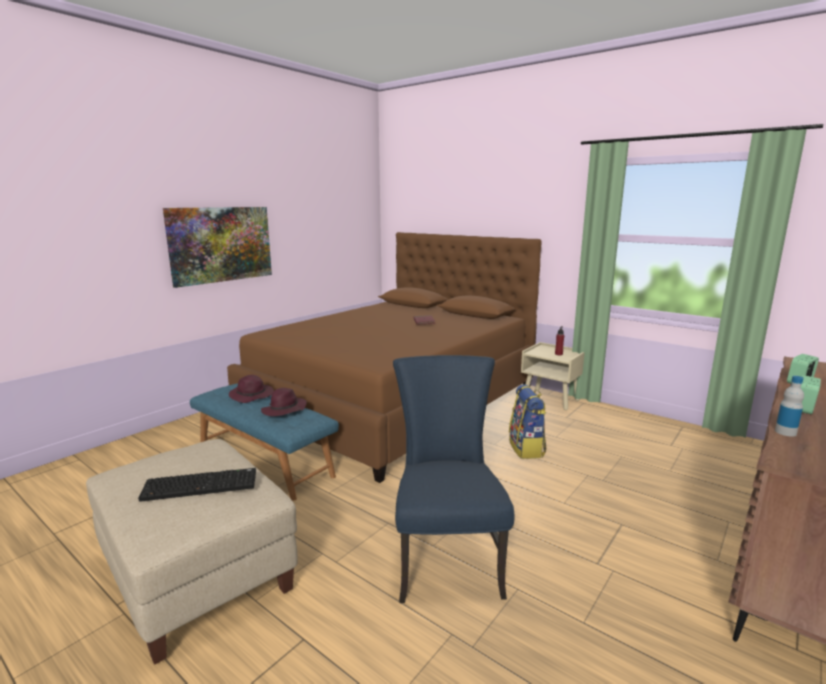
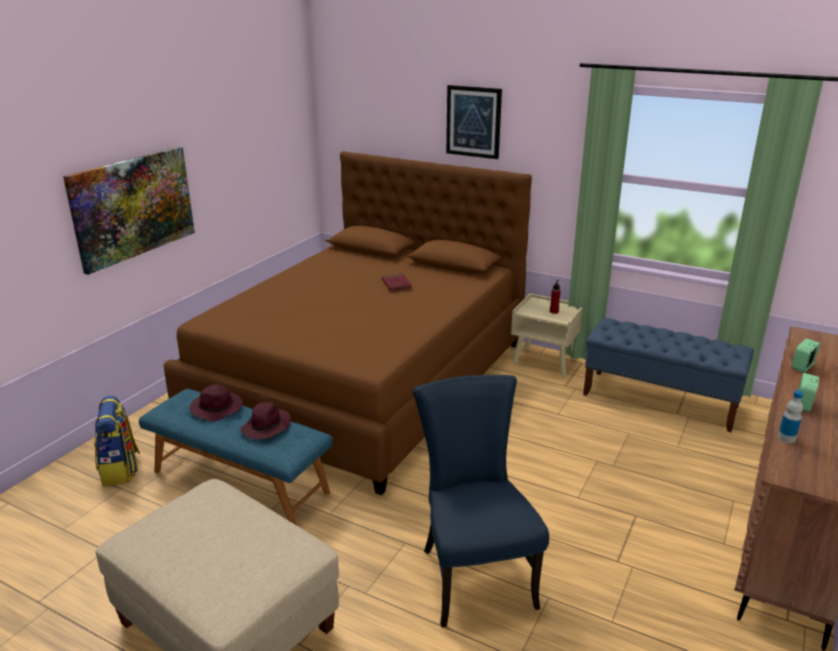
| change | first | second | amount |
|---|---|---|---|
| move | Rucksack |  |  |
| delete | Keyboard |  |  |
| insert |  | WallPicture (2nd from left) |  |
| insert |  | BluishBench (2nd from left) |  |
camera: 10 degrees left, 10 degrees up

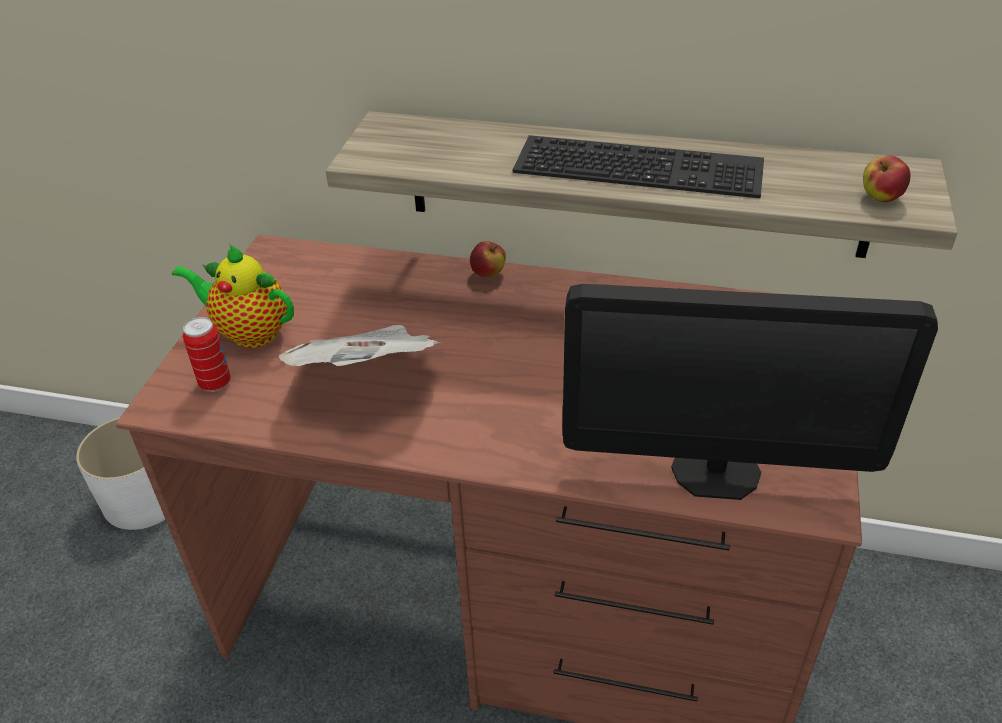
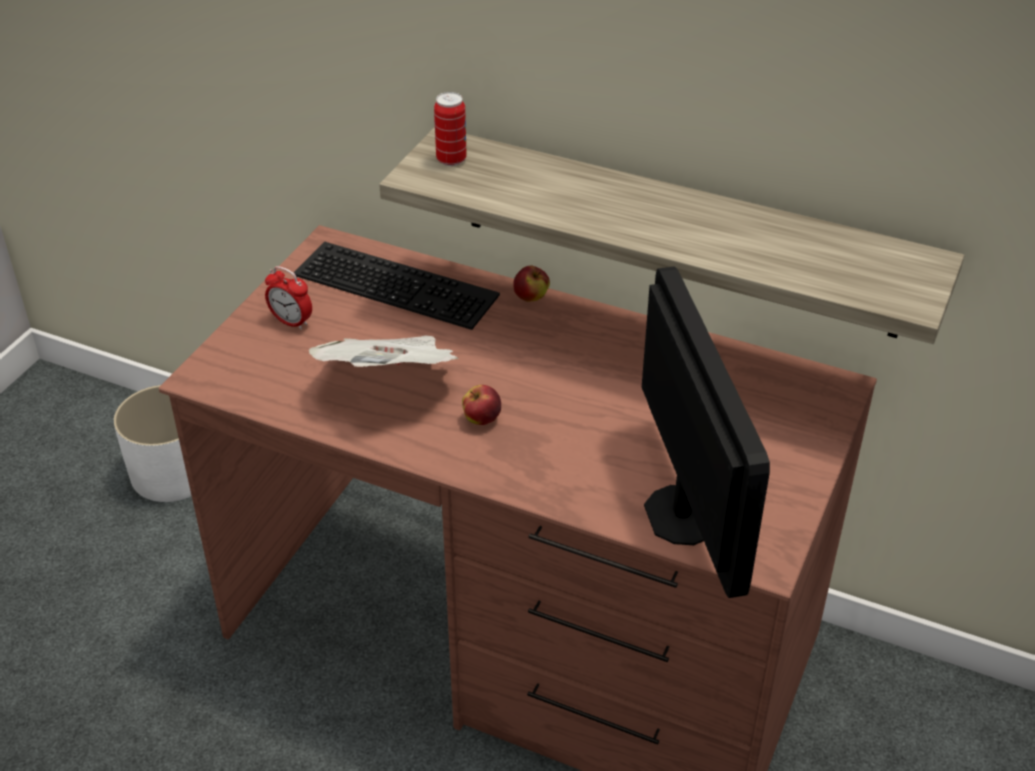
| change | first | second | amount |
|---|---|---|---|
| move | Keyboard |  |  |
| move | AppleFruit (2nd from left in the first image) | AppleFruit (1st from left) |  |
| replace | TeaPot | AlarmClock |  |
| rotate | ComputerScreen |  | 120 degrees counterclockwise |
| move | Can |  |  |
camera: 10 degrees right, 0 degrees up

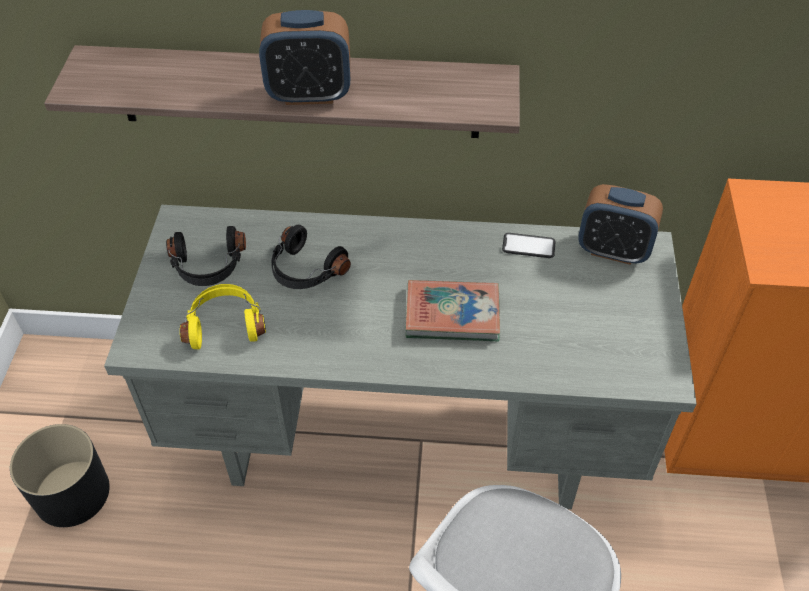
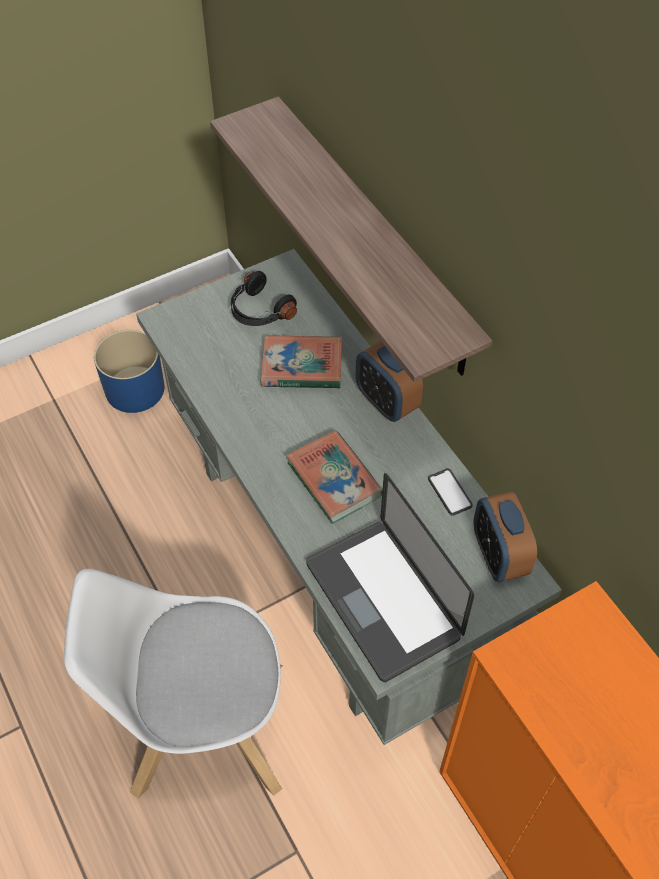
| change | first | second | amount |
|---|---|---|---|
| move | AlarmClock (1st from left) |  |  |
| replace | BlackishHeadset (2nd from left) | Volume (1st from left) |  |
| delete | YellowishHeadset |  |  |
| recolor | BlackishFlowerPot | BluishFlowerPot |  |
| insert |  | Laptop |  |
camera: 55 degrees right, 5 degrees up

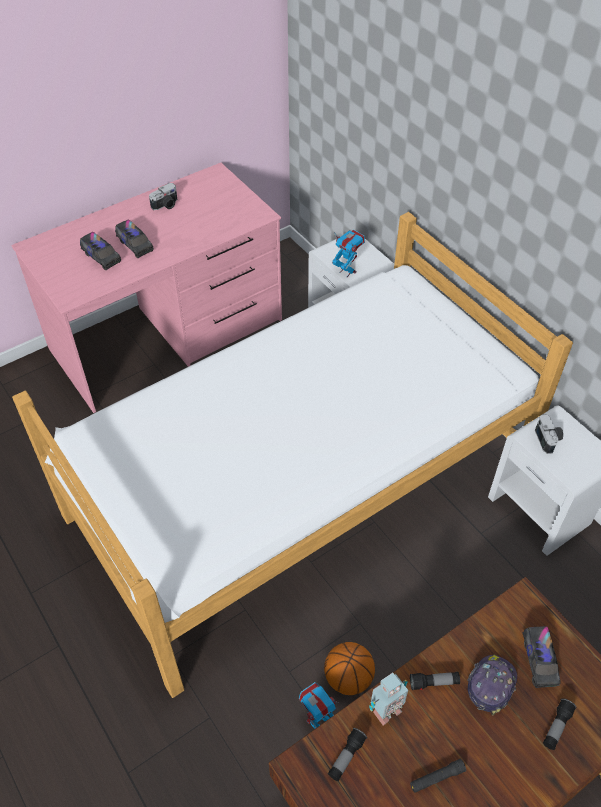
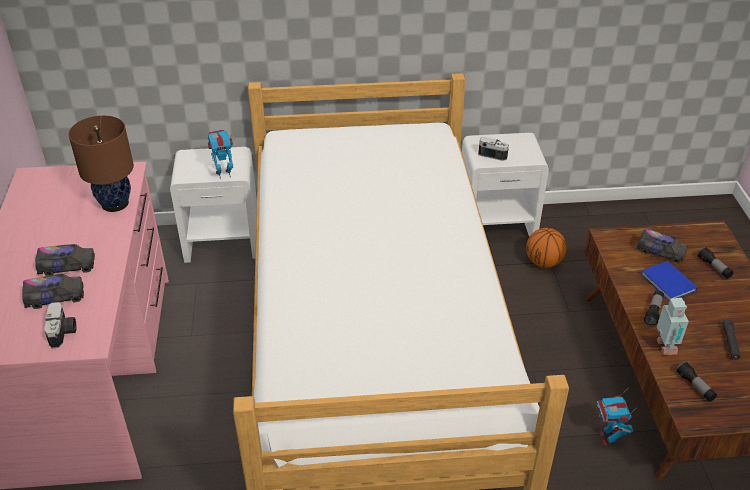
| change | first | second | amount |
|---|---|---|---|
| move | PhotoCamera (1st from left) |  |  |
| move | BallForBasketball |  |  |
| replace | Cap | BluishVolume |  |
| insert |  | BrownColouredLampForATable |  |
camera: 60 degrees left, 10 degrees down

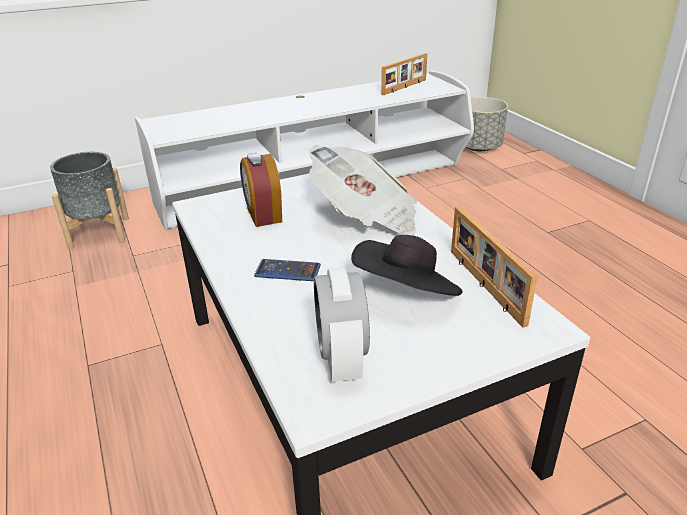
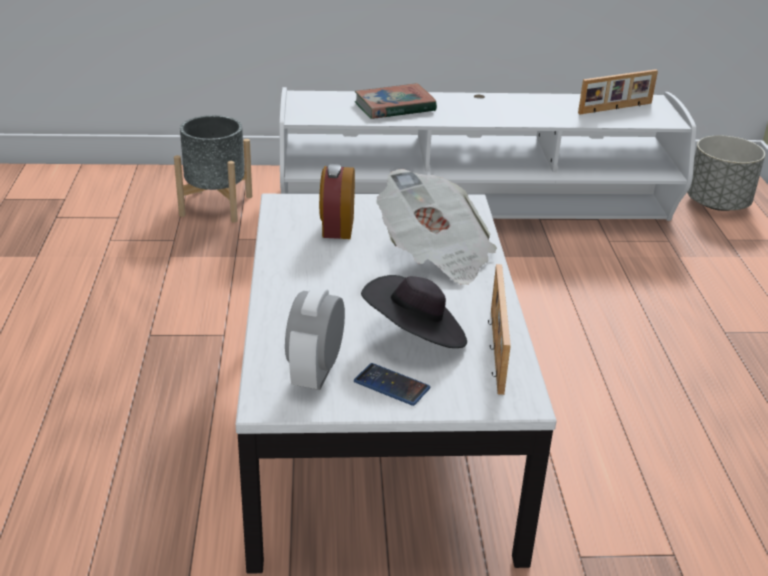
| change | first | second | amount |
|---|---|---|---|
| move | Phone |  |  |
| insert |  | Volume |  |
camera: 20 degrees right, 0 degrees up

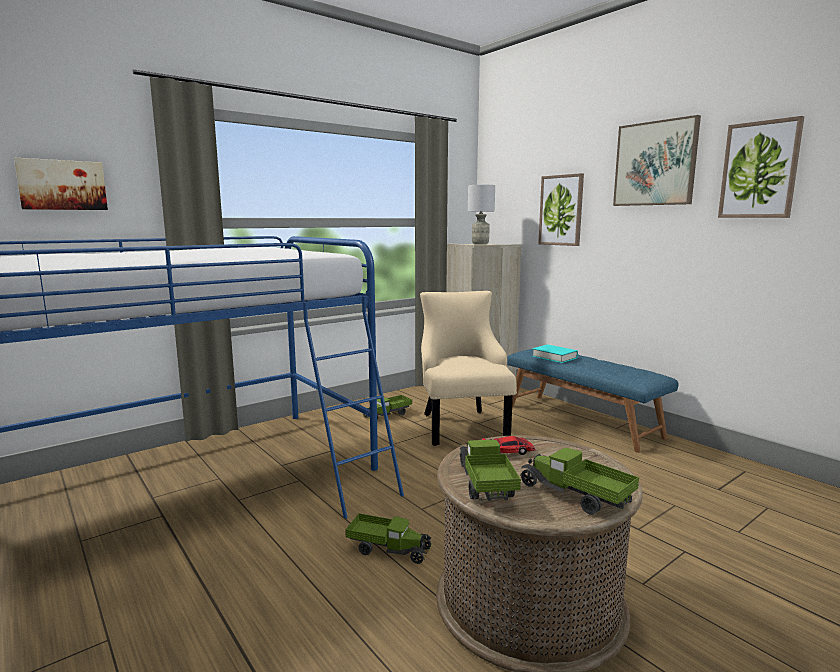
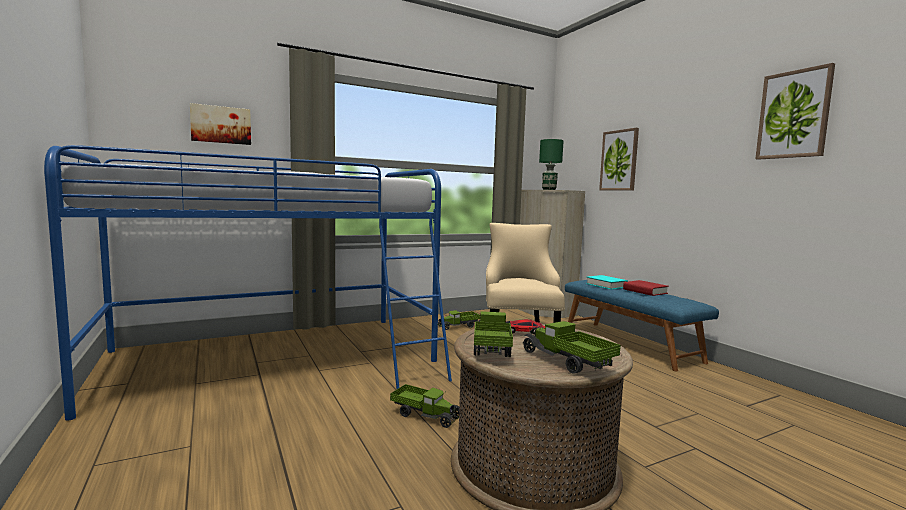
| change | first | second | amount |
|---|---|---|---|
| delete | WallPicture (3rd from left) |  |  |
| recolor | GrayLampForATable | GreenColouredLampForATable |  |
| insert |  | ReddishVolume |  |
camera: 10 degrees right, 5 degrees down

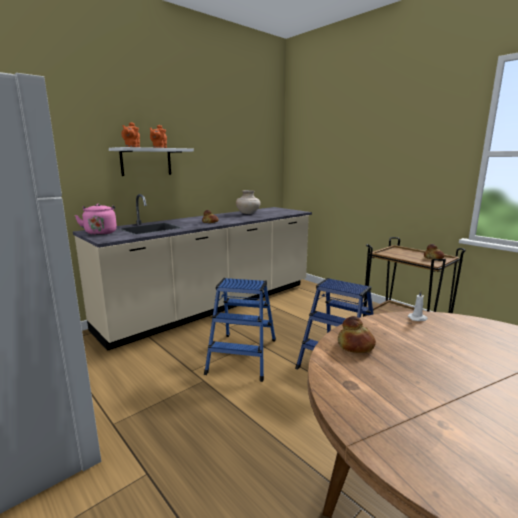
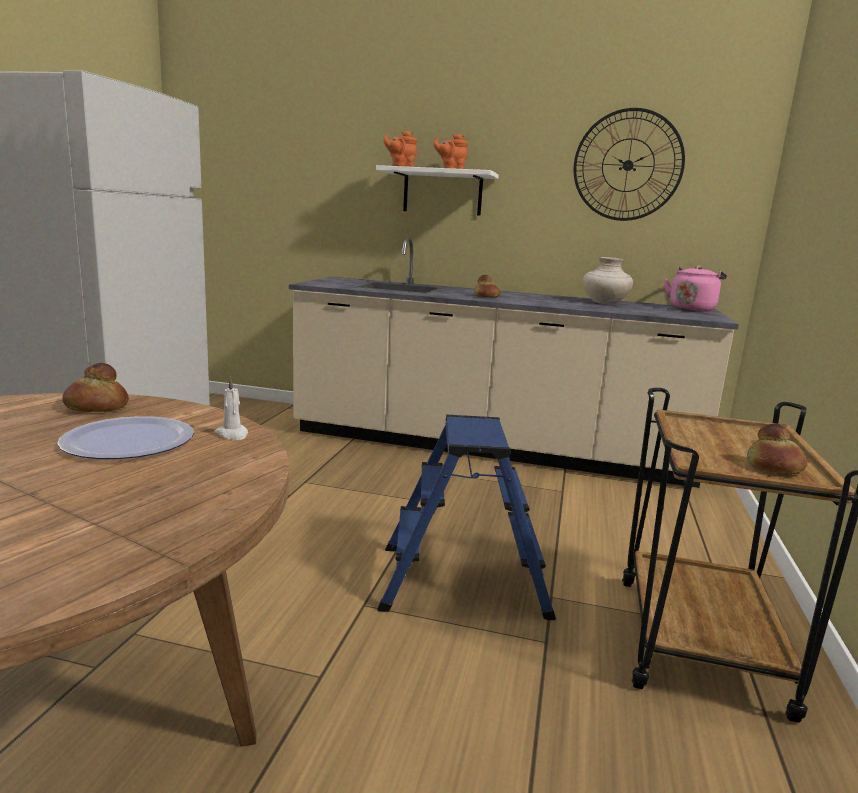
| change | first | second | amount |
|---|---|---|---|
| move | PinkWaterKettle |  |  |
| delete | BluishStepLadder (1st from left) |  |  |
| insert |  | HangingClock |  |
| insert |  | DinnerPlate |  |
camera: 55 degrees right, 0 degrees up

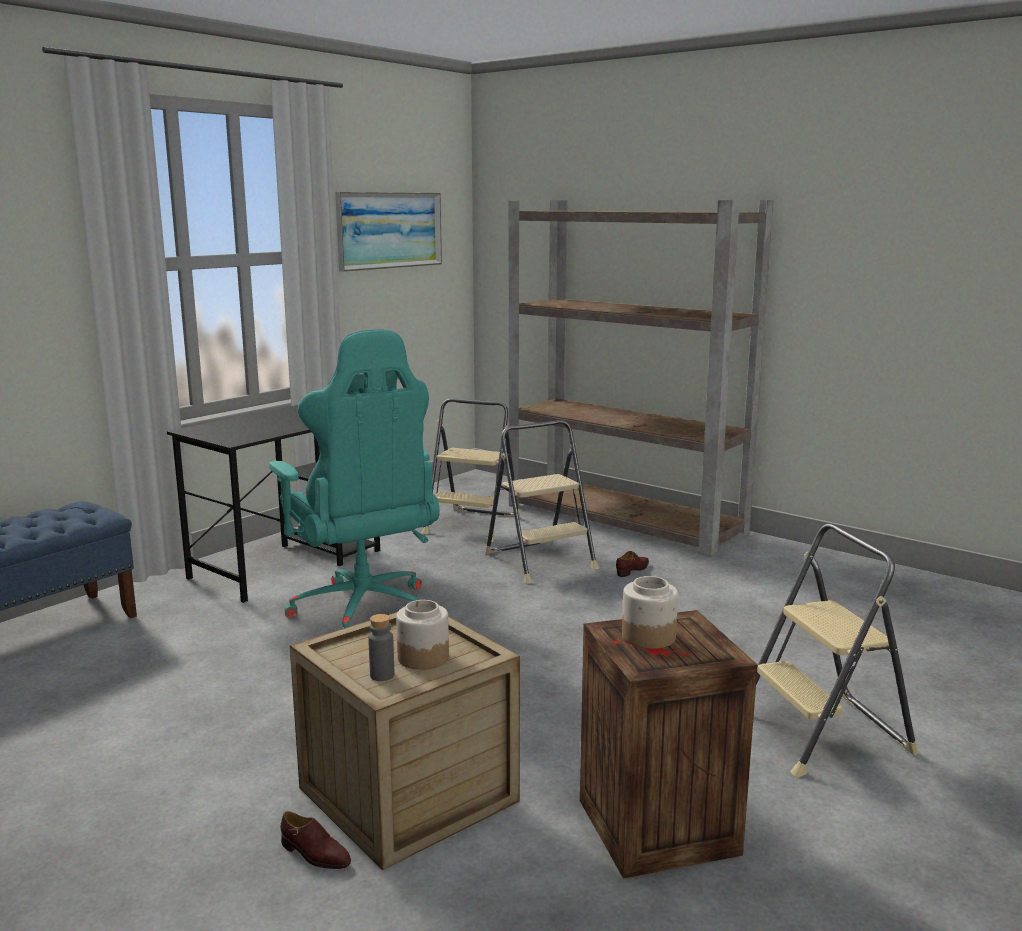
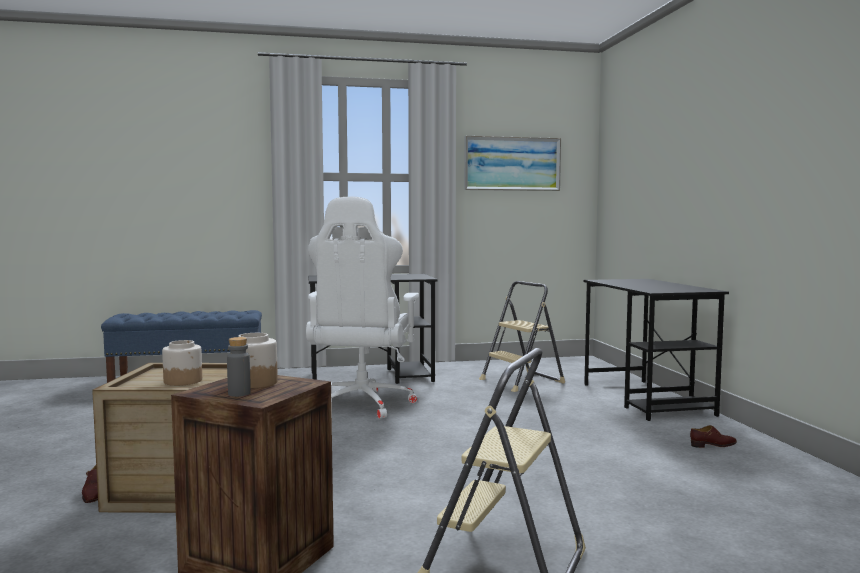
| change | first | second | amount |
|---|---|---|---|
| replace | BrownColouredBookshelf | BlackishDeskUnit (2nd from left) |  |
| recolor | TurquoiseDeskChair | WhitishDeskChair |  |
| delete | BeigeColouredStepLadder (2nd from left) |  |  |
| move | BrownColouredShoe (2nd from left) |  |  |
| move | GrayBeverageBottle |  |  |
camera: 40 degrees right, 10 degrees down

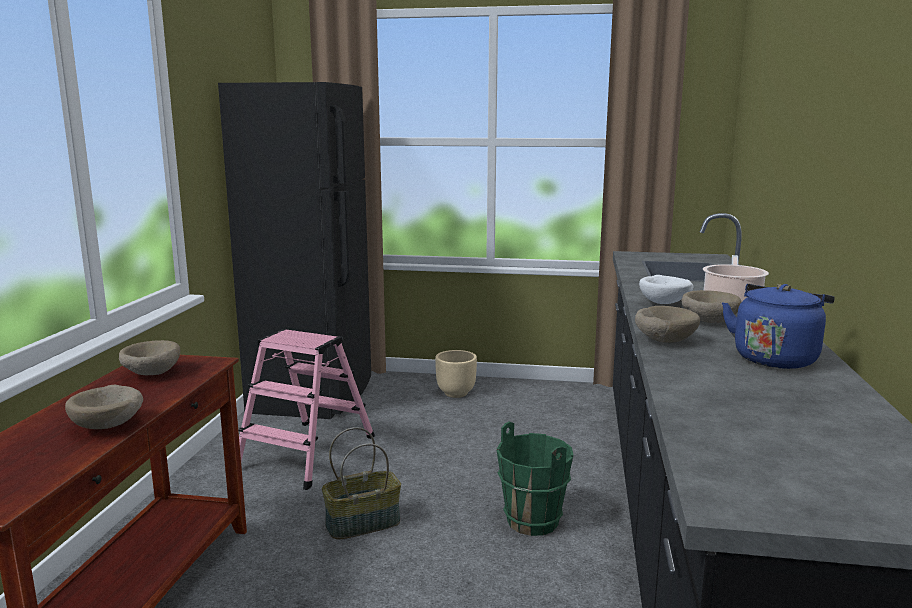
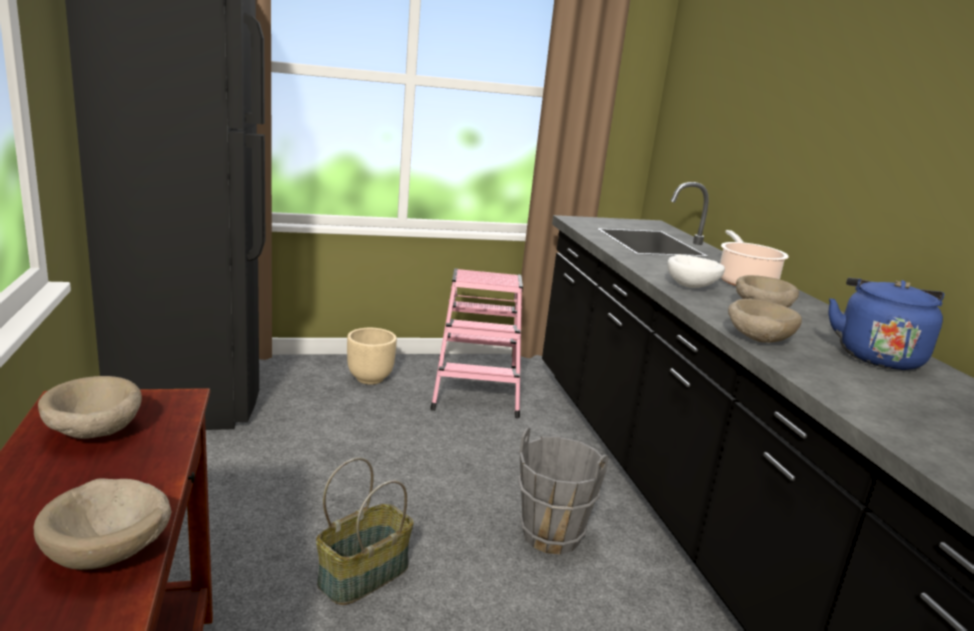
| change | first | second | amount |
|---|---|---|---|
| move | PinkStepLadder |  |  |
| recolor | GreenColouredWaterBucket | GrayWaterBucket |  |
camera: 25 degrees left, 5 degrees up

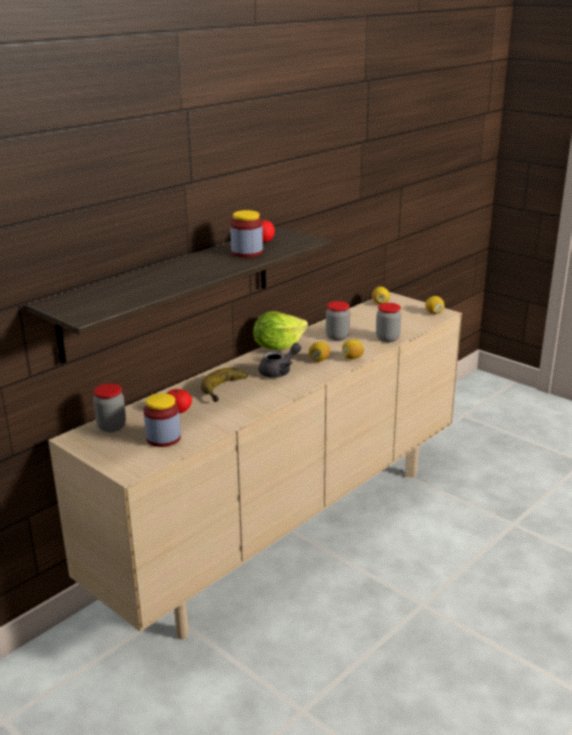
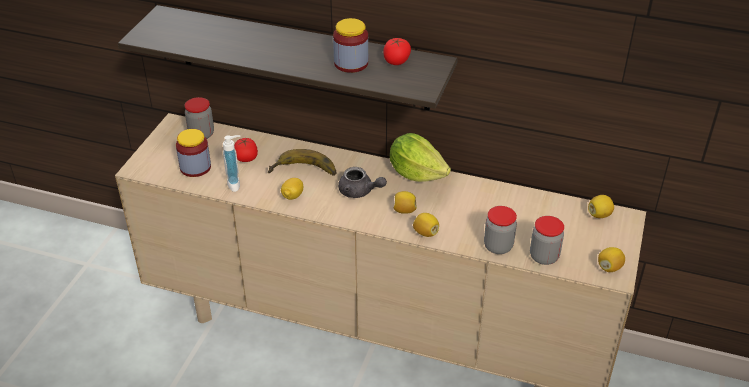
| change | first | second | amount |
|---|---|---|---|
| move | Jar (4th from left in the first image) | Jar (5th from left) |  |
| insert |  | SoapDispenser |  |
| insert |  | WholeLemon (1st from left) |  |
camera: 65 degrees right, 15 degrees up

